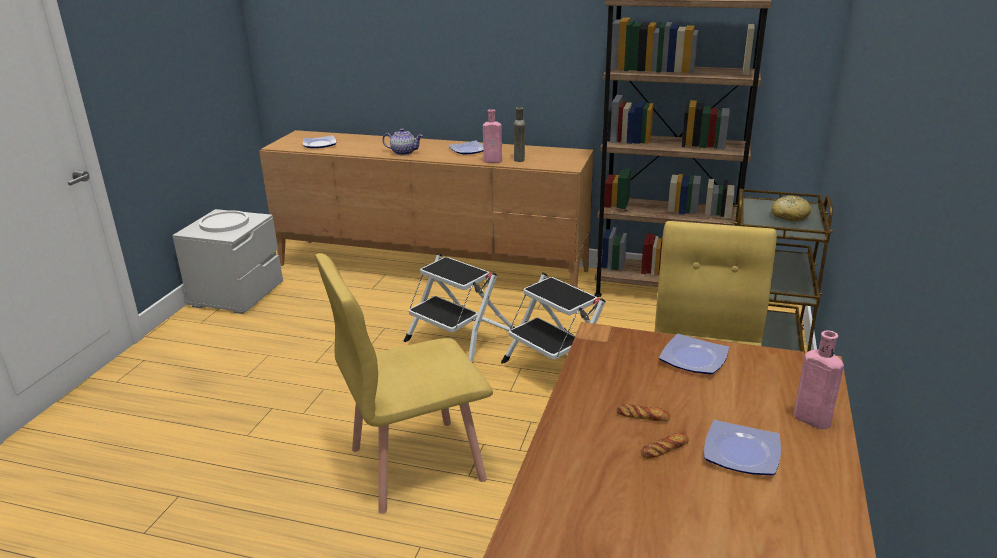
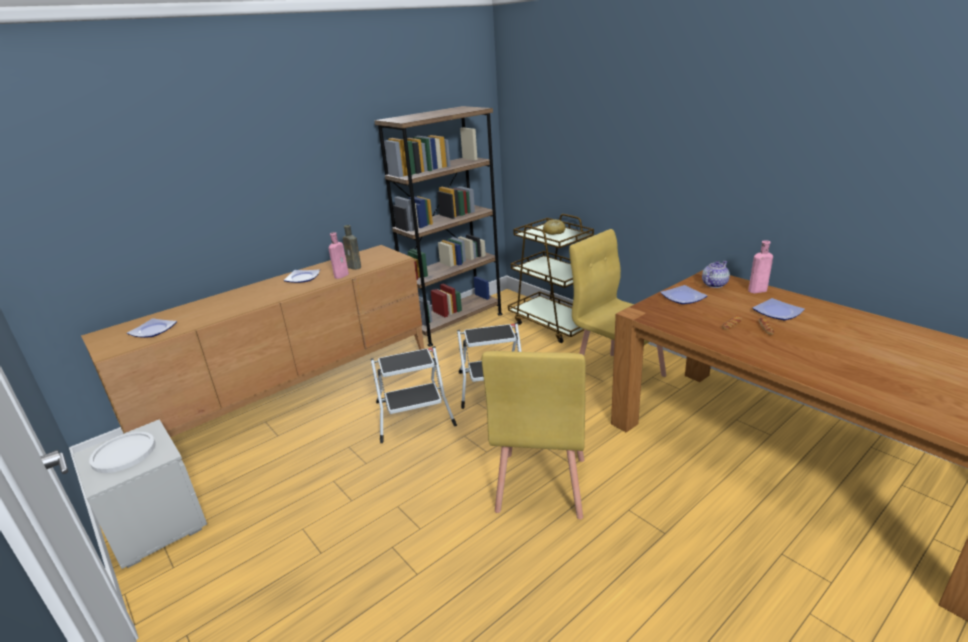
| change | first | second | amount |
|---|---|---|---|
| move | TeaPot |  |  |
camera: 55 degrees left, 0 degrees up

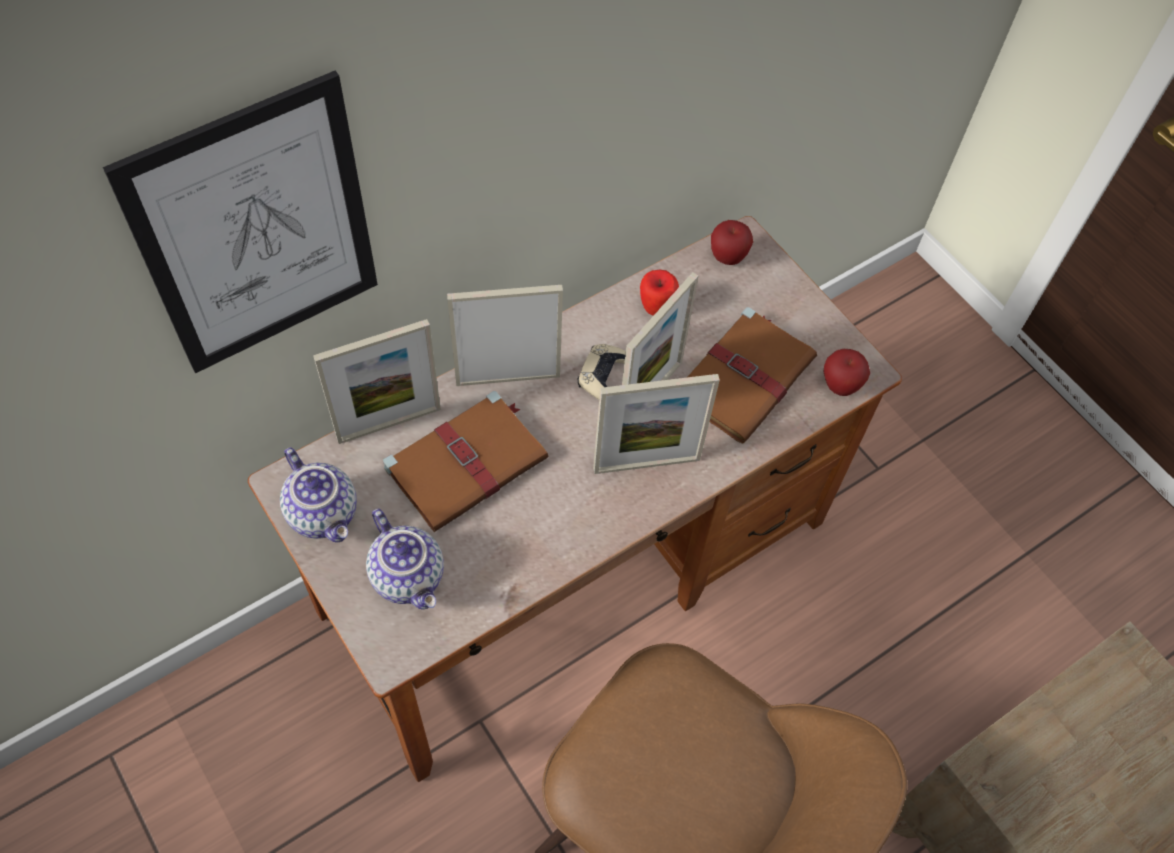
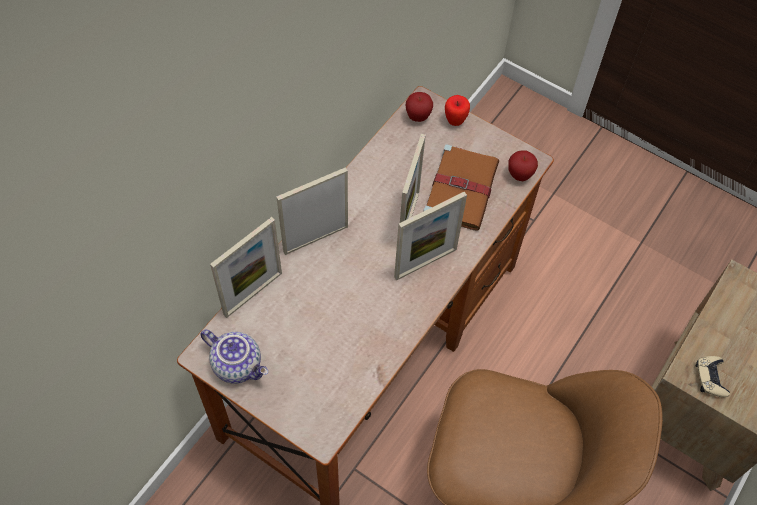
| change | first | second | amount |
|---|---|---|---|
| delete | WallPicture |  |  |
| move | AppleFruit (1st from left in the first image) | AppleFruit (2nd from left) |  |
| move | BeigeColouredGameController |  |  |
| delete | BrownColouredVolume (1st from left) |  |  |
| delete | TeaPot (2nd from left) |  |  |
camera: 20 degrees left, 0 degrees up

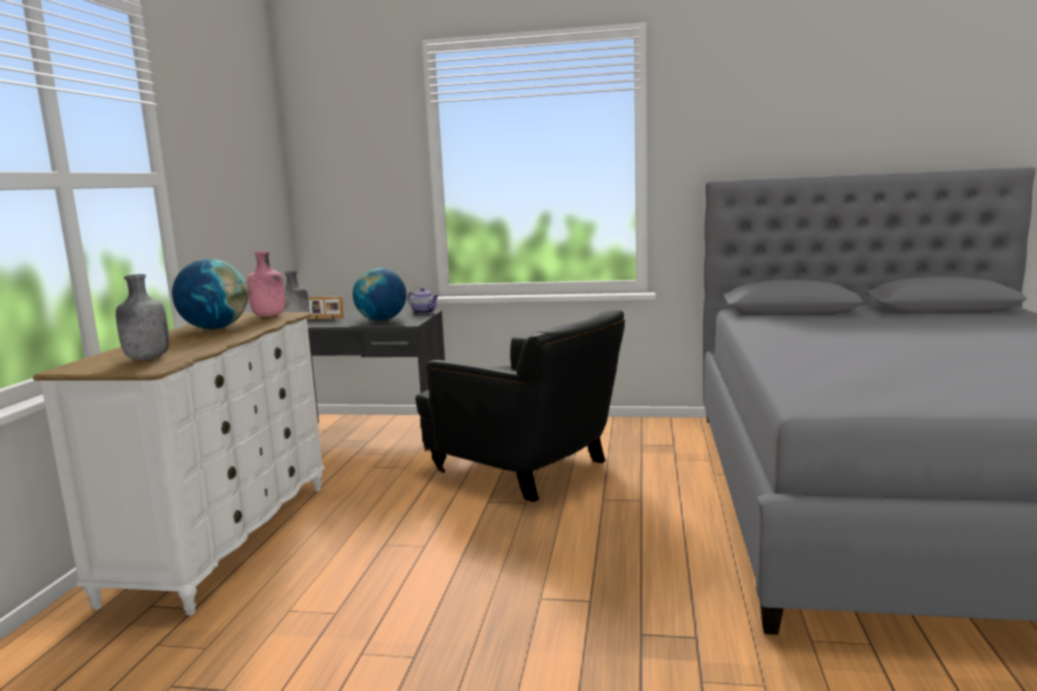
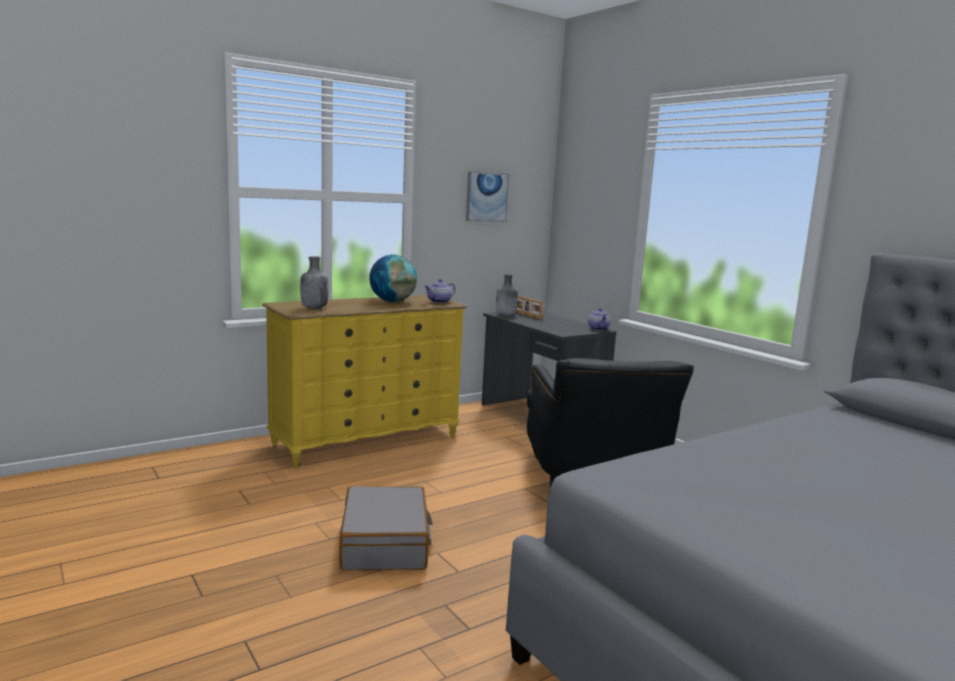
| change | first | second | amount |
|---|---|---|---|
| replace | PinkBeverageBottle | TeaPot (1st from left) |  |
| delete | DeskGlobe (2nd from left) |  |  |
| recolor | WhitishDresser | YellowishDresser |  |
| insert |  | WallPicture |  |
| insert |  | GraySuitcase |  |
camera: 45 degrees right, 0 degrees up

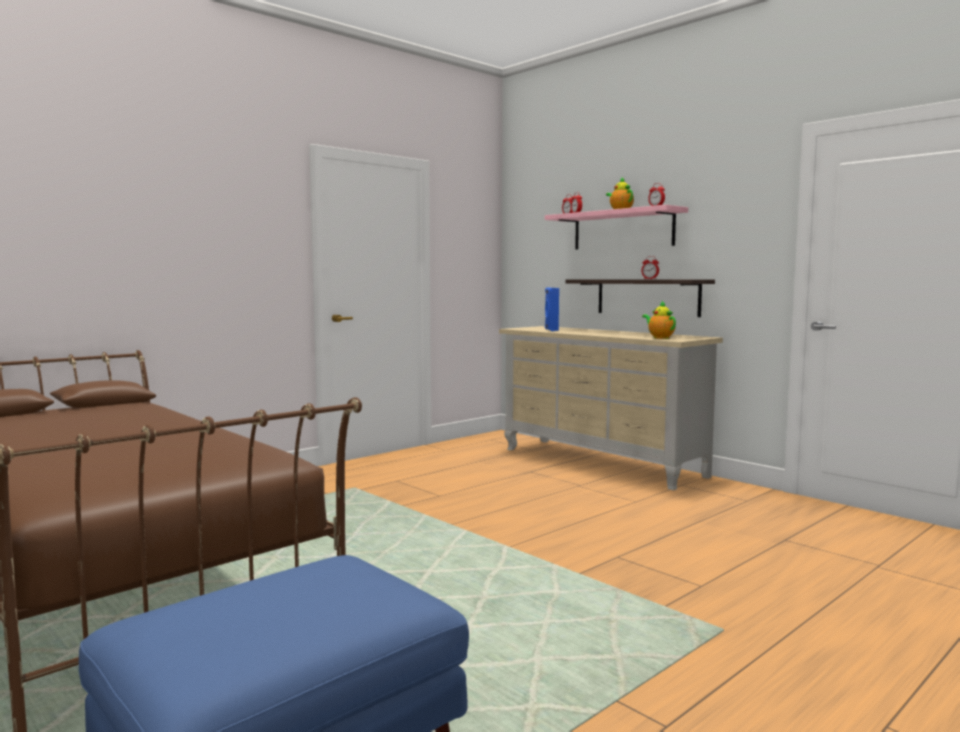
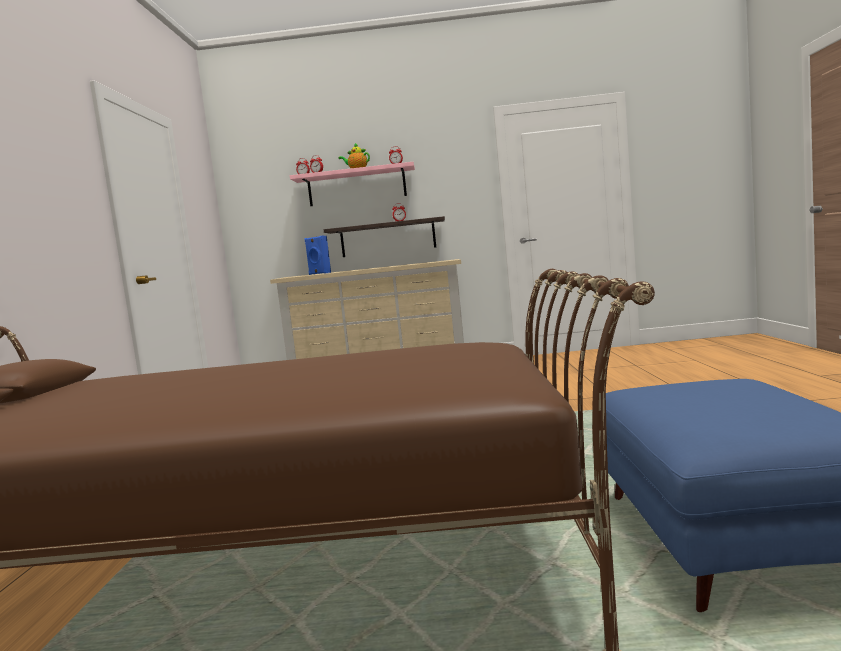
| change | first | second | amount |
|---|---|---|---|
| delete | TeaPot (2nd from left) |  |  |
camera: 45 degrees left, 0 degrees up

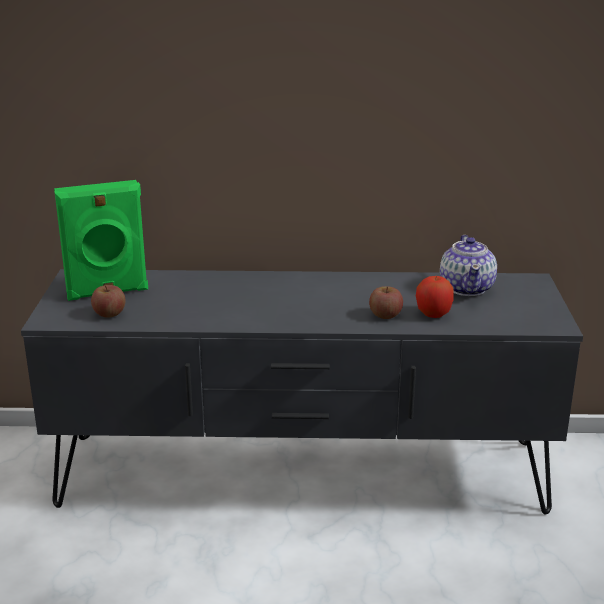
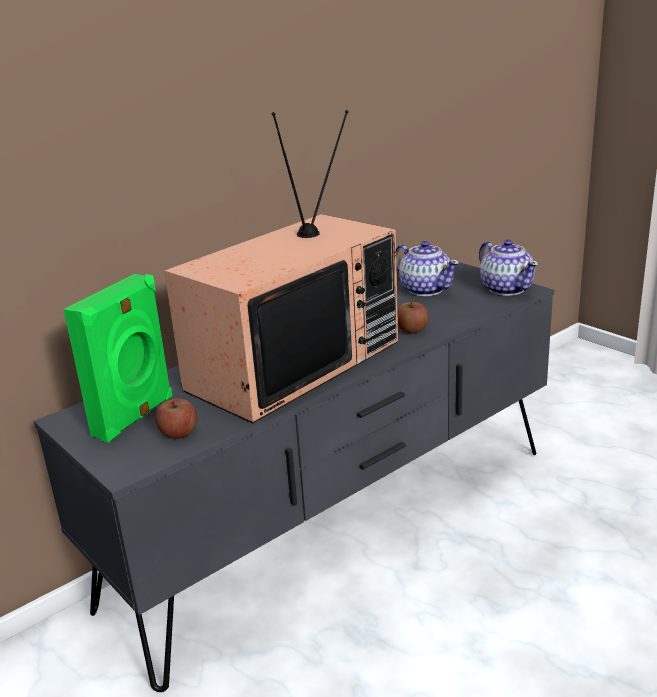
| change | first | second | amount |
|---|---|---|---|
| delete | AppleFruit (3rd from left) |  |  |
| insert |  | Tv |  |
| insert |  | TeaPot (2nd from left) |  |
camera: 40 degrees left, 0 degrees up

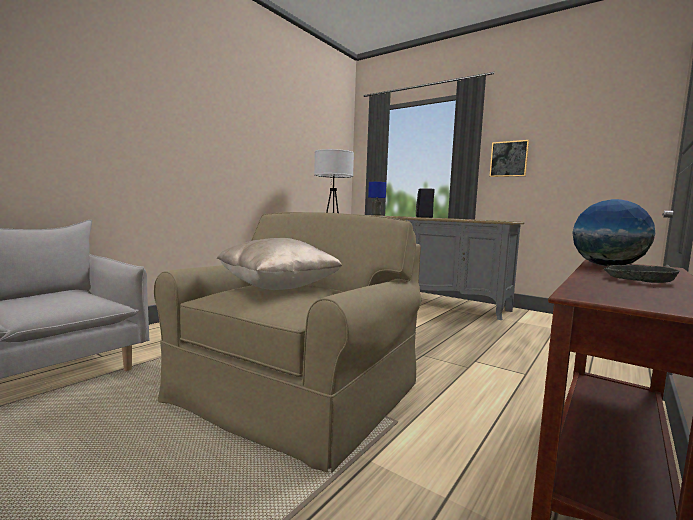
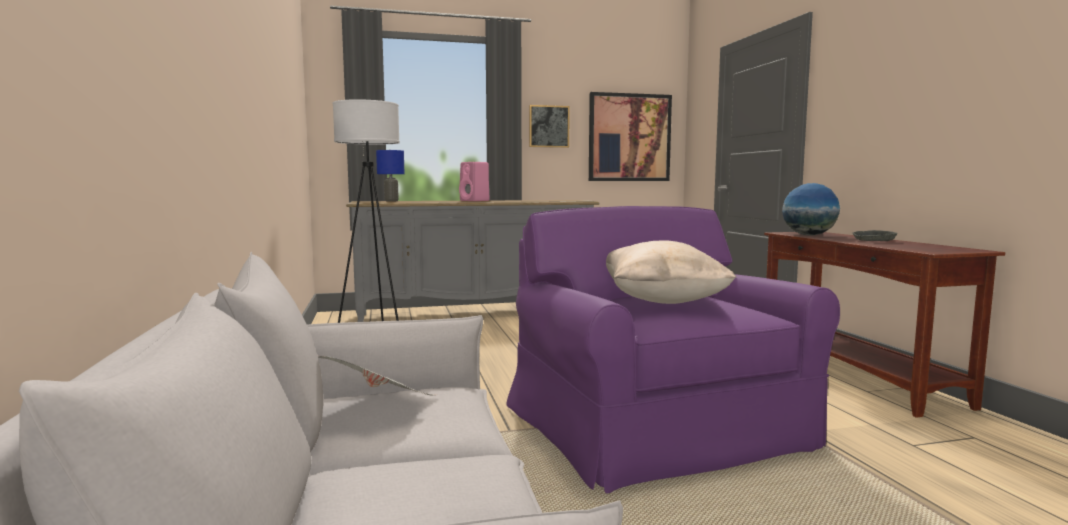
| change | first | second | amount |
|---|---|---|---|
| recolor | BlackishSpeaker | PinkSpeaker |  |
| recolor | BeigeColouredArmchair | PurpleArmchair |  |
| insert |  | WallPicture (2nd from left) |  |
| insert |  | Newspaper |  |
camera: 50 degrees left, 0 degrees up

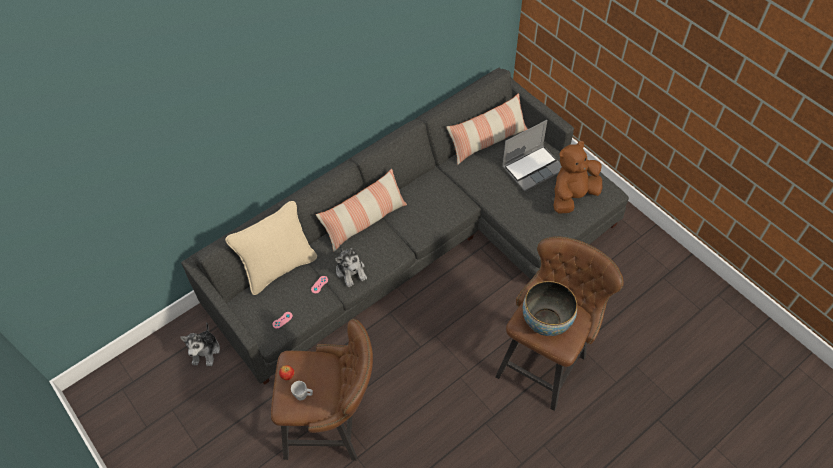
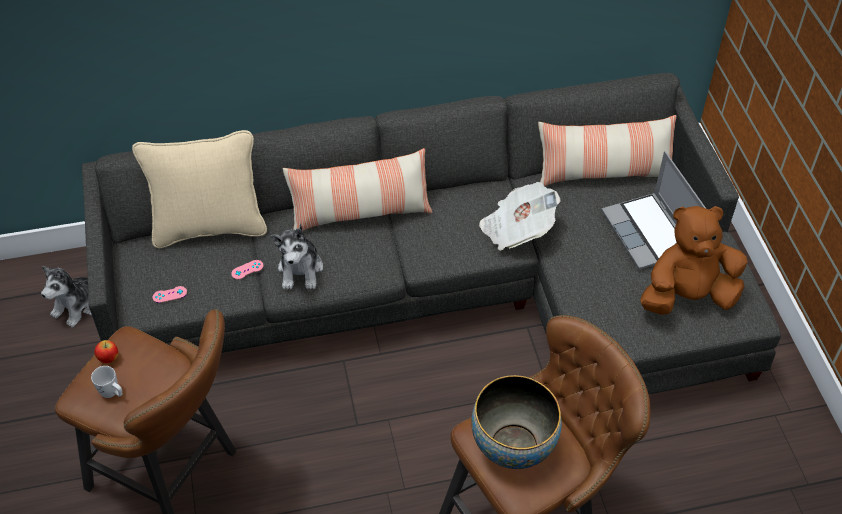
| change | first | second | amount |
|---|---|---|---|
| rotate | Laptop |  | 75 degrees clockwise |
| insert |  | Newspaper |  |
camera: 25 degrees right, 5 degrees down

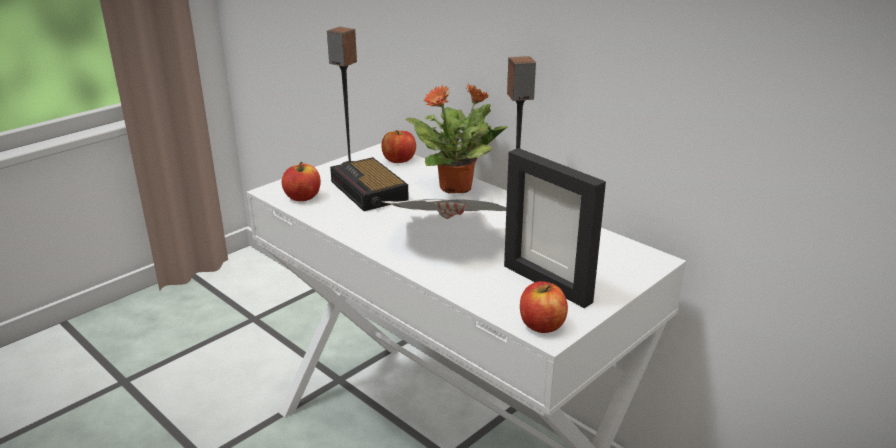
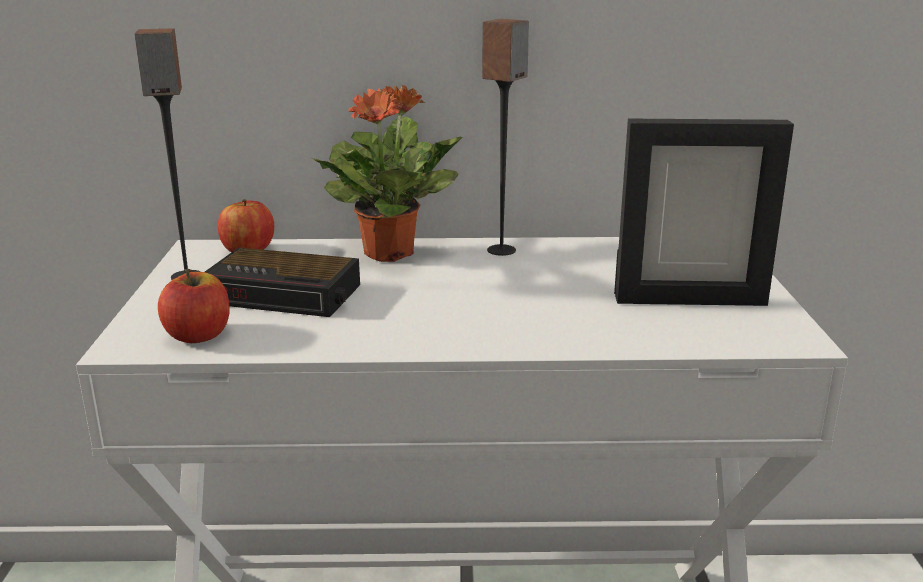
| change | first | second | amount |
|---|---|---|---|
| delete | Newspaper |  |  |
| delete | AppleFruit (3rd from left) |  |  |
camera: 45 degrees left, 5 degrees down

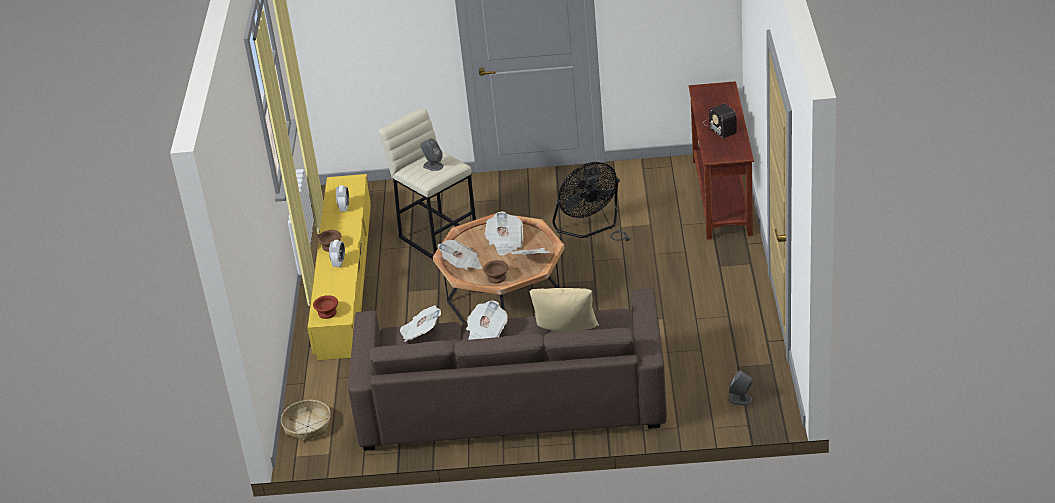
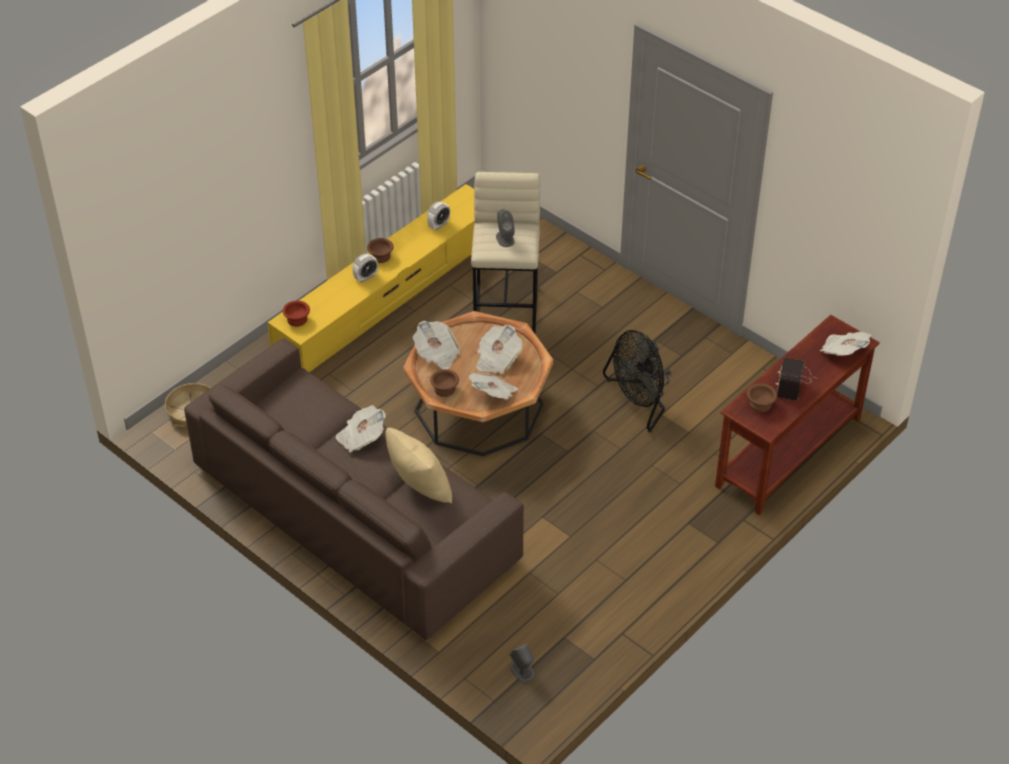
| change | first | second | amount |
|---|---|---|---|
| rotate | BlackishFan |  | 135 degrees counterclockwise |
| move | Newspaper (1st from left in the first image) | Newspaper (5th from left) |  |
| insert |  | BrownColouredServingBowl (4th from left) |  |
camera: 40 degrees right, 10 degrees up

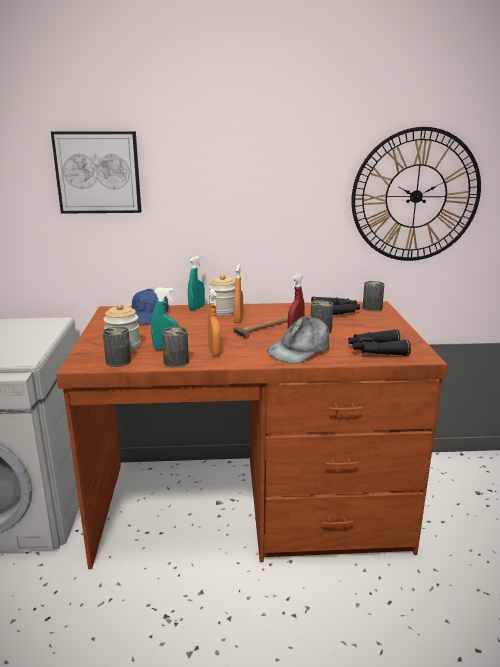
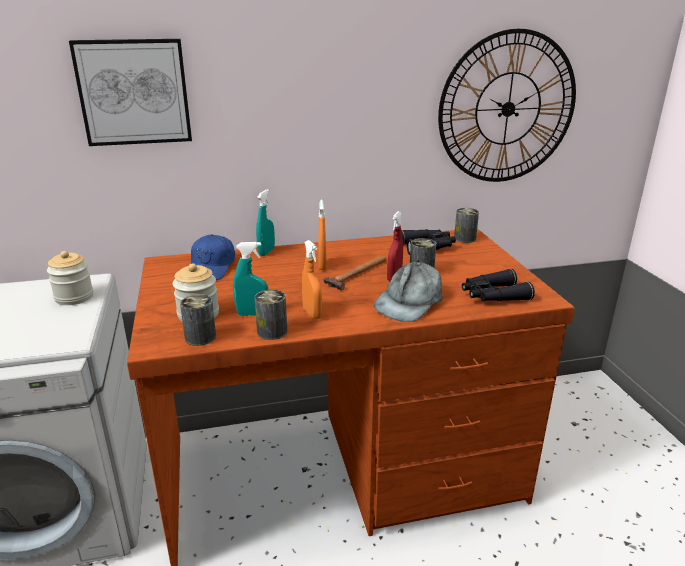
| change | first | second | amount |
|---|---|---|---|
| move | Jar (2nd from left in the first image) | Jar (1st from left) |  |
camera: 10 degrees left, 5 degrees up

